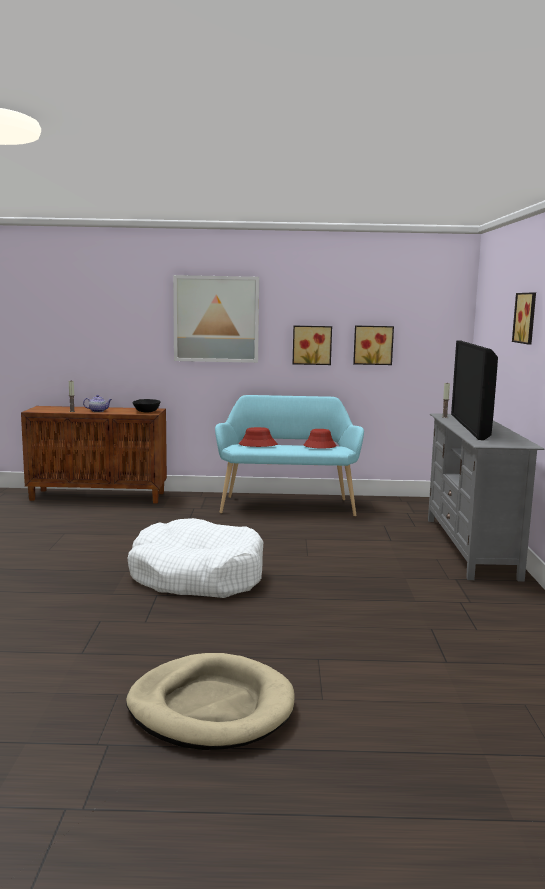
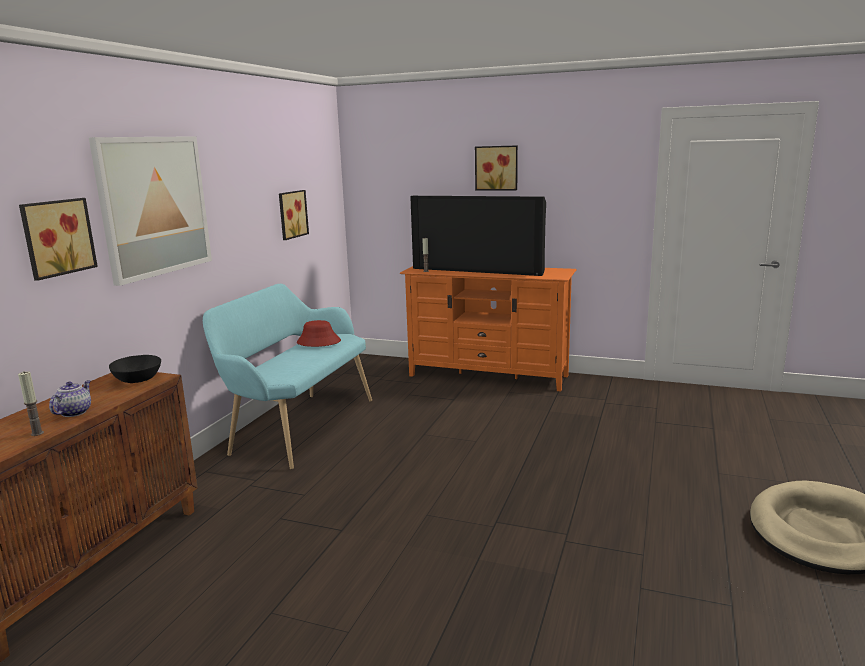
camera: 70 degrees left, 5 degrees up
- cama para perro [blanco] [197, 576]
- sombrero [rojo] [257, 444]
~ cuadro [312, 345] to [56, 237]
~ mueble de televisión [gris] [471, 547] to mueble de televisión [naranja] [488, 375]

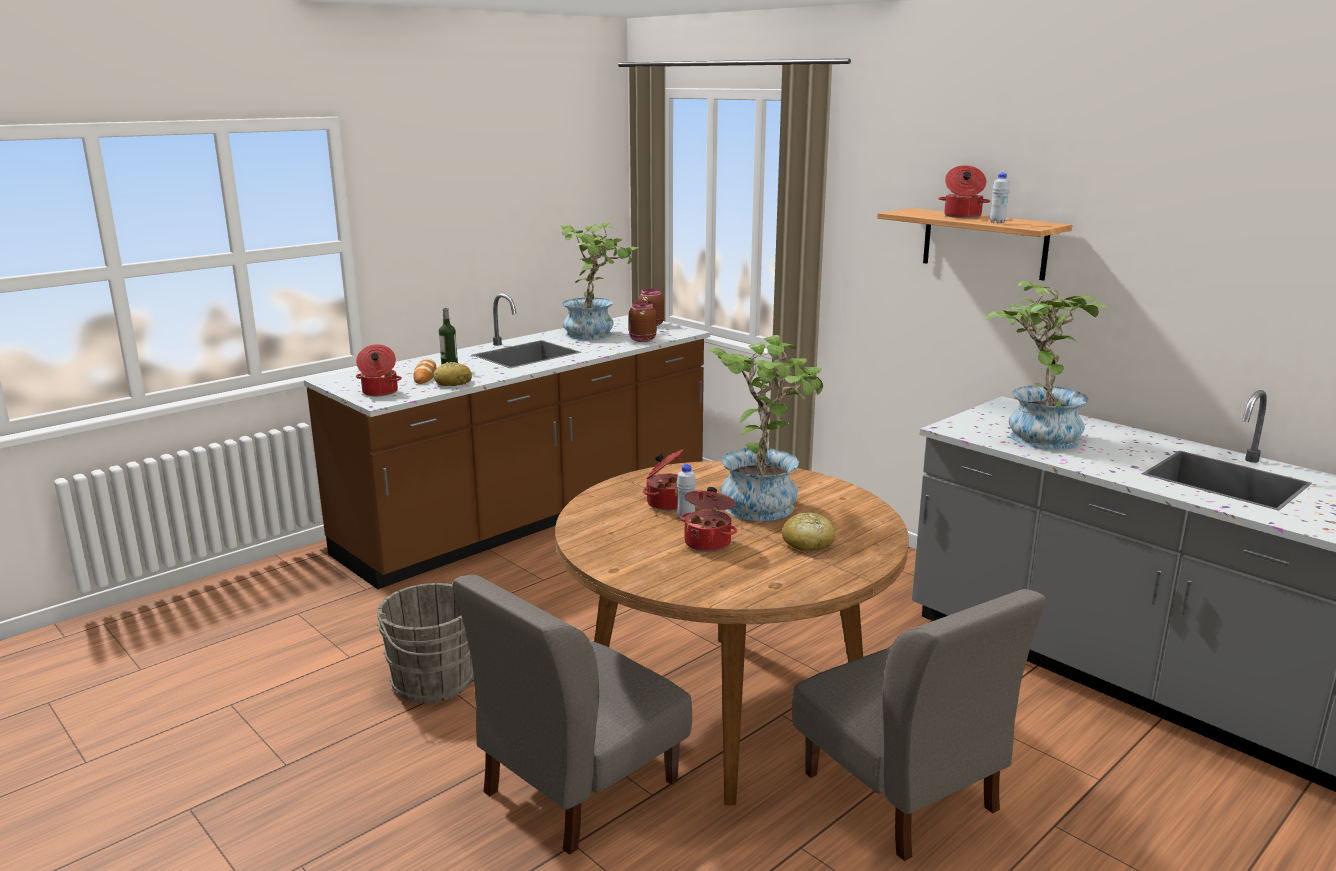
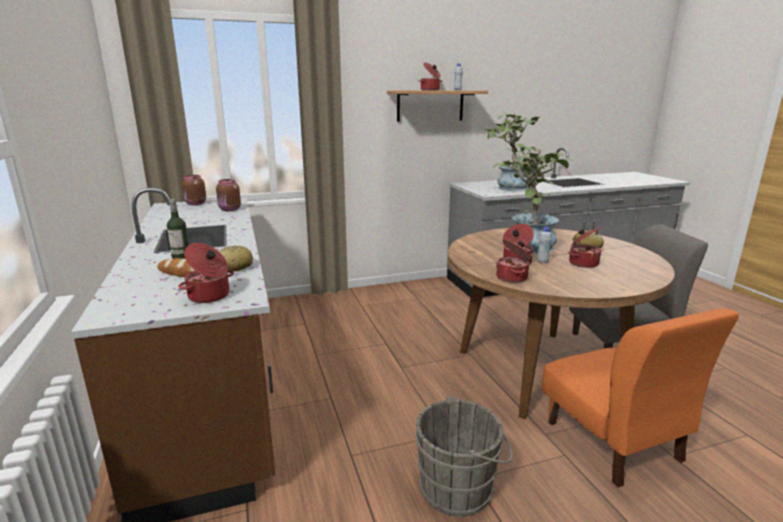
camera: 65 degrees left, 0 degrees up
- planta en maceta [596, 333]
+ olla [512, 278]
~ silla [gris] [579, 786] to silla [naranja] [613, 441]

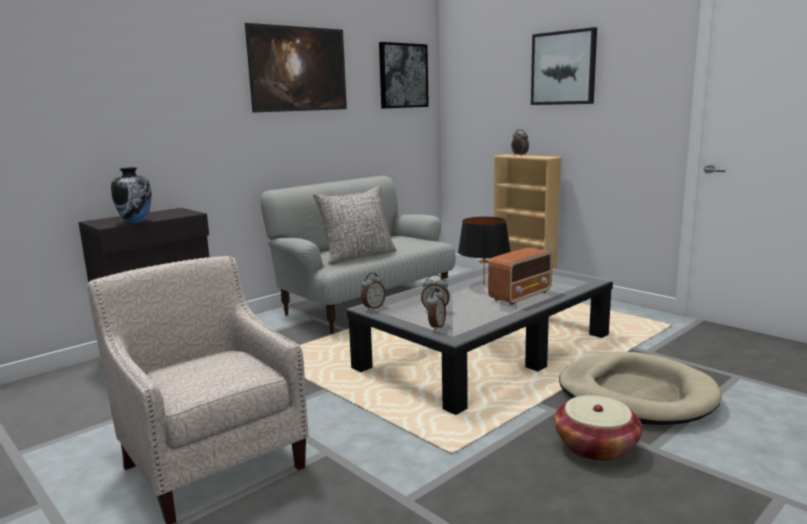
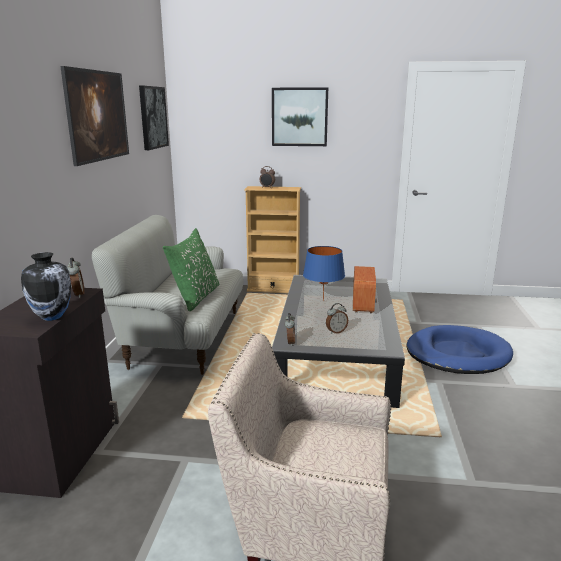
camera: 40 degrees left, 5 degrees up
- cesta [595, 447]
~ despertador [436, 326] to [77, 294]
~ cojín [gris] [358, 256] to cojín [verde] [195, 297]
~ lámpara de mesa [negro] [484, 285] to lámpara de mesa [azul] [323, 300]
~ cama para perro [beis] [636, 394] to cama para perro [azul] [457, 354]

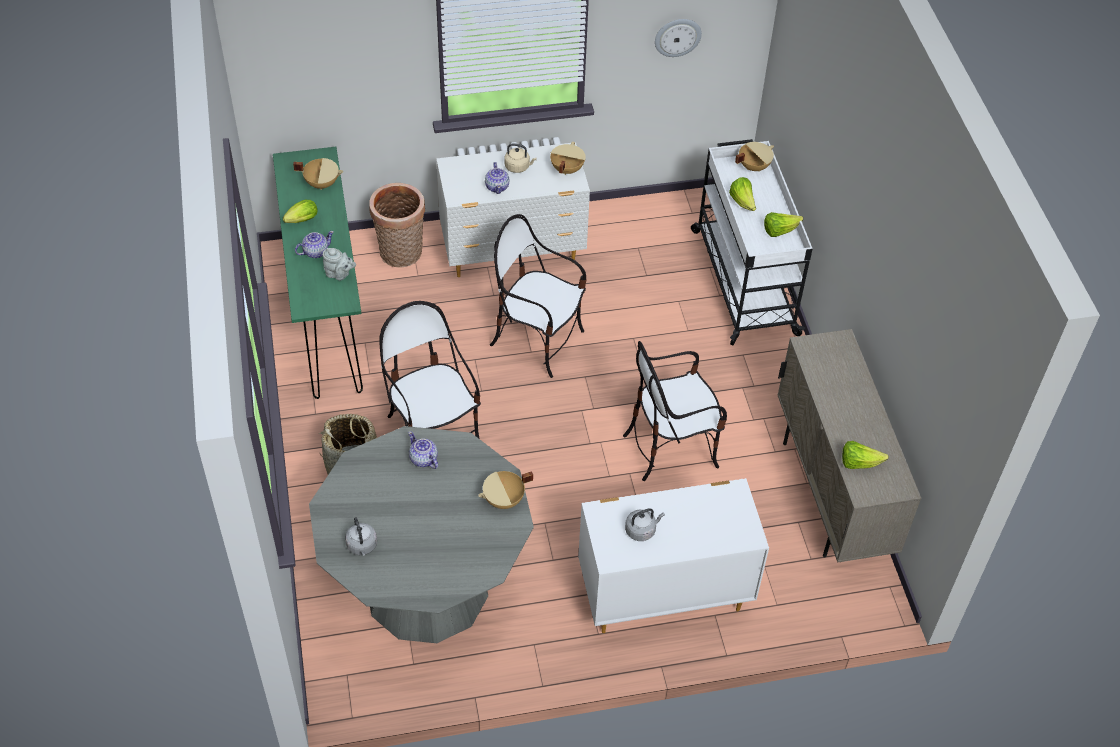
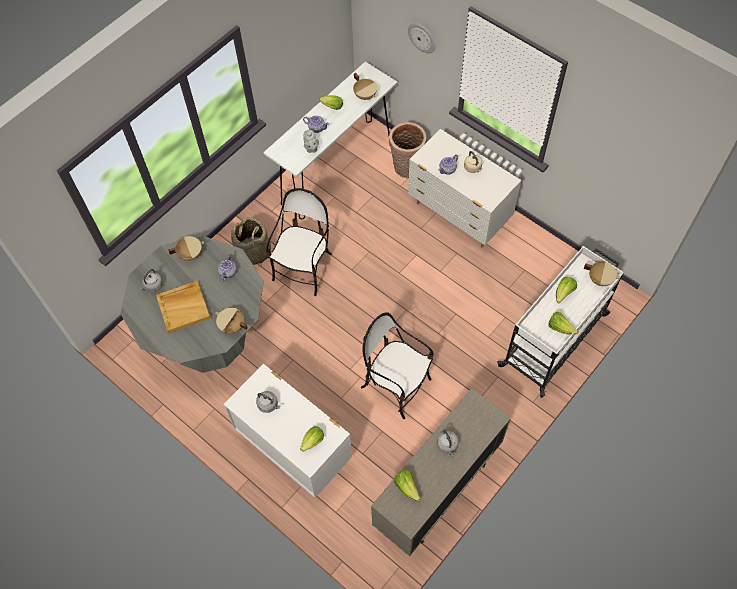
camera: 55 degrees right, 10 degrees up
- silla [537, 340]
+ bandeja [beis] [184, 307]
+ lechuga [311, 442]
+ hervidor [gris] [447, 446]
~ olla [beis] [566, 169] to [190, 254]
~ reloj de pared [677, 37] to [422, 37]
~ mesa consola [verde] [327, 315] to mesa consola [blanco] [336, 169]

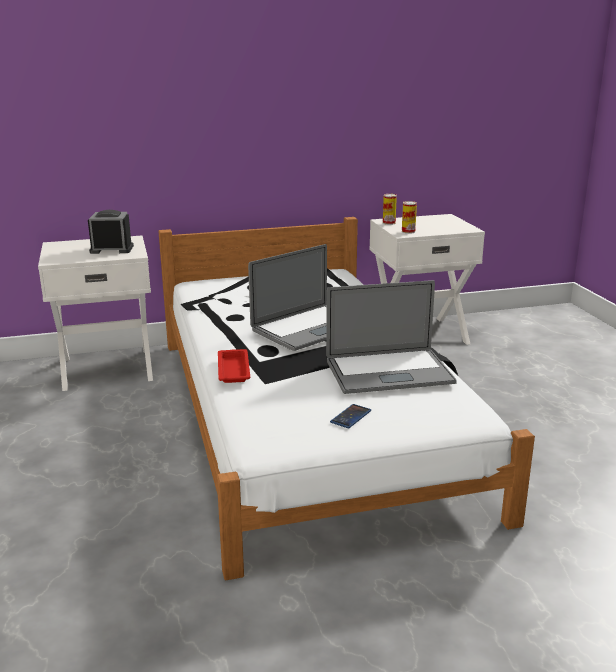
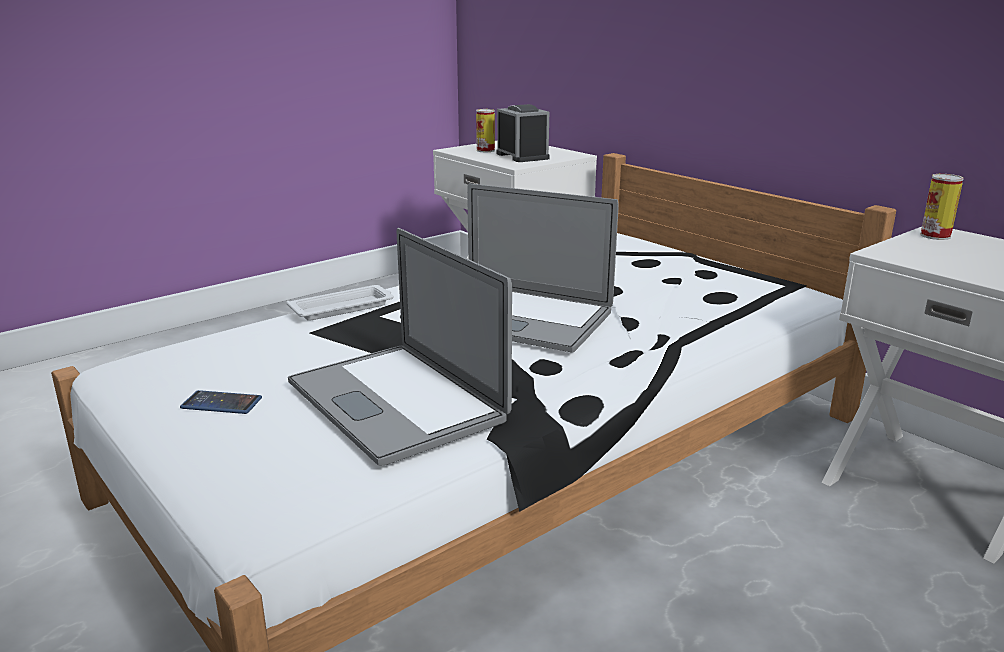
camera: 65 degrees right, 0 degrees up
~ lata [408, 231] to [485, 150]
~ bandeja [rojo] [233, 369] to bandeja [blanco] [343, 308]

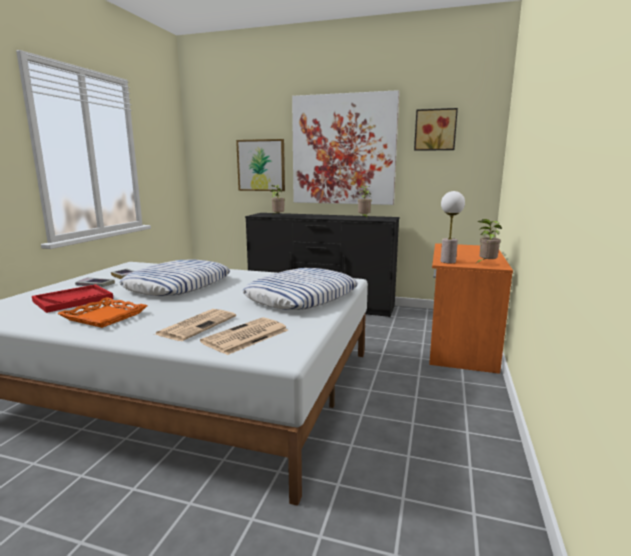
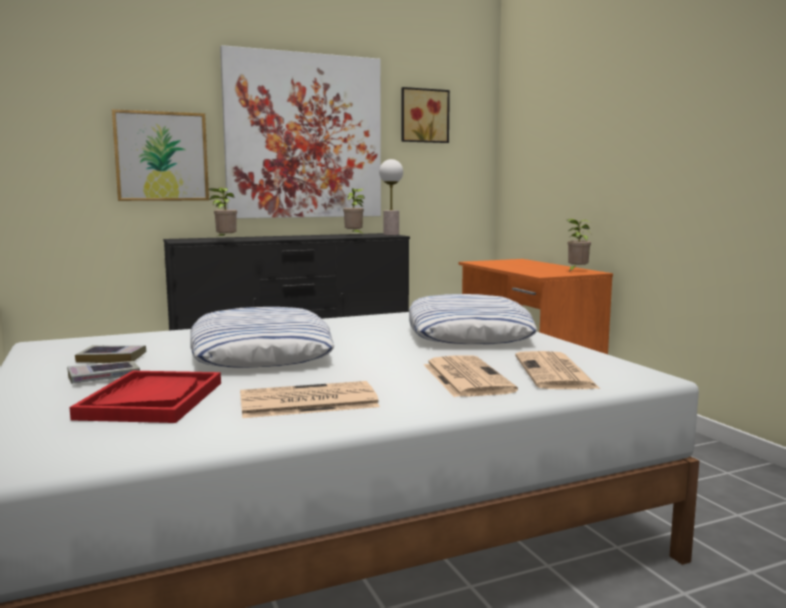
camera: 40 degrees left, 5 degrees down
~ lámpara de mesa [447, 261] to [391, 234]
~ bandeja [naranja] [104, 317] to periódico [306, 402]

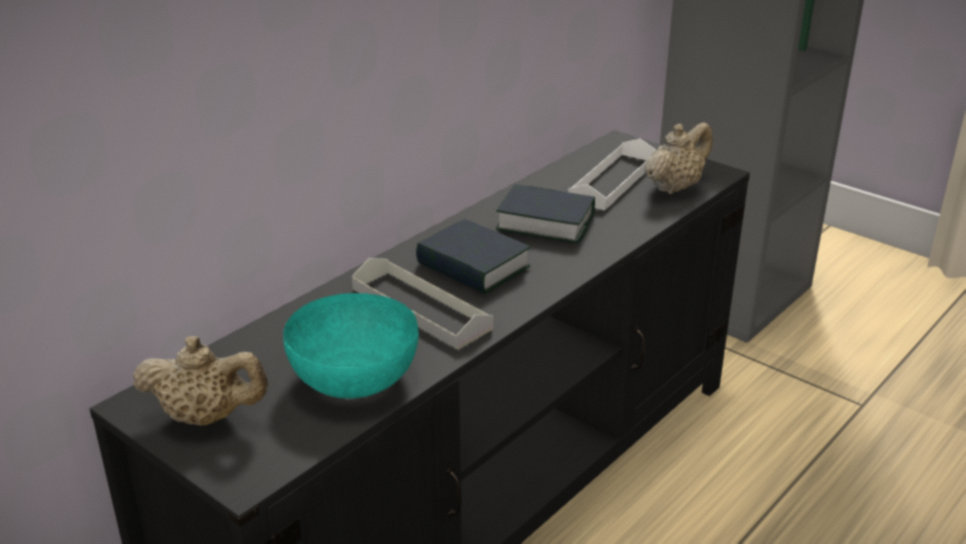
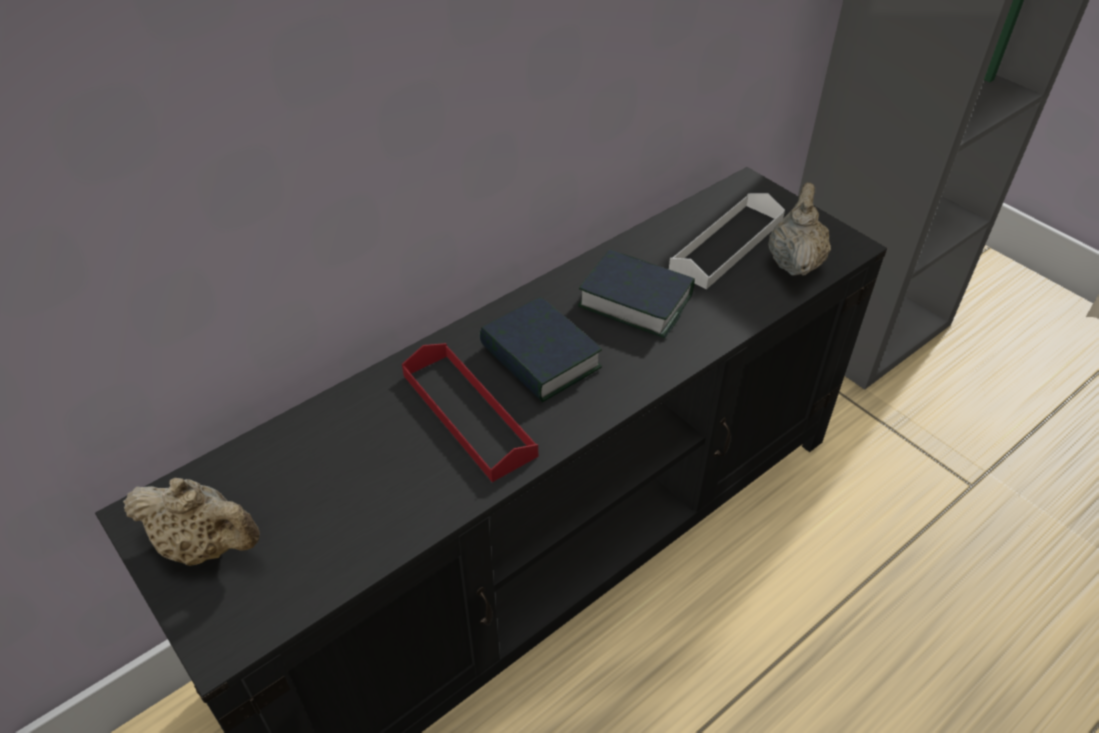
camera: 10 degrees right, 15 degrees up
- cuenco [turquesa] [355, 376]
~ bandeja [gris] [420, 308] to bandeja [rojo] [468, 414]
~ tetera [beis] [674, 187] = [794, 262] 45 degrees counterclockwise

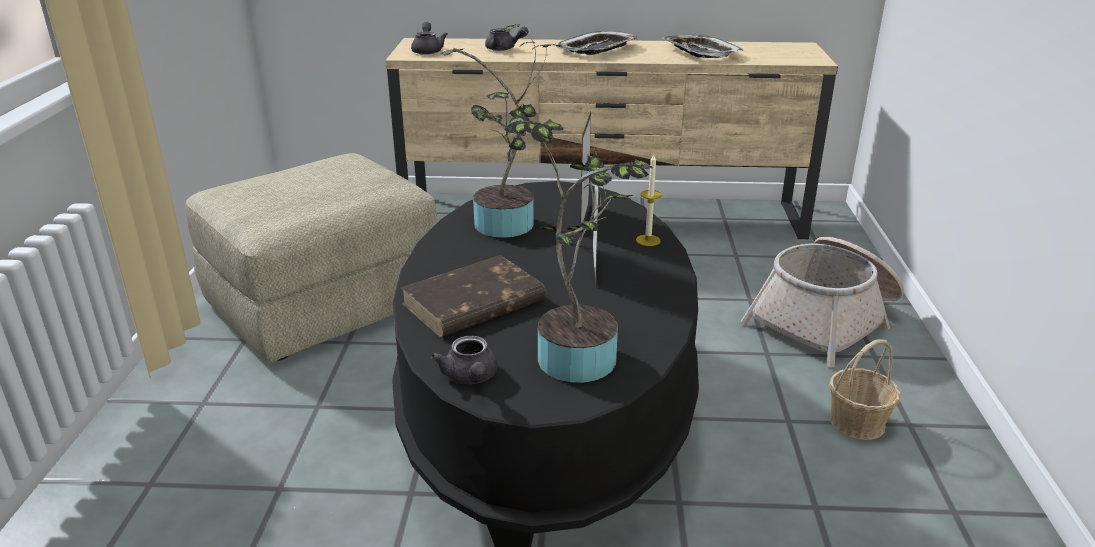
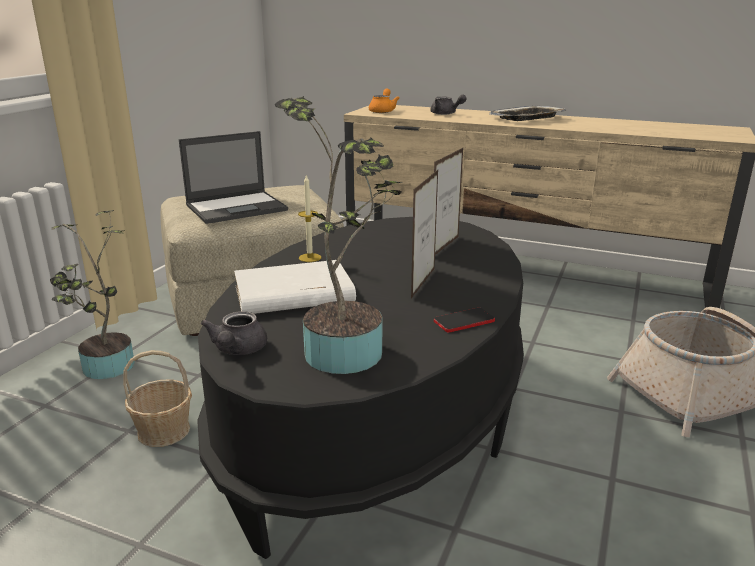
camera: 20 degrees right, 5 degrees down
- bandeja [700, 52]
+ portátil [237, 207]
+ móvil [464, 321]
~ planta en maceta [506, 227] to [106, 369]
~ vela [648, 240] to [310, 257]
~ cesta [857, 422] to [164, 431]
~ libro [marrón] [473, 303] to libro [blanco] [292, 295]
~ tetera [gris] [428, 50] to tetera [naranja] [383, 111]

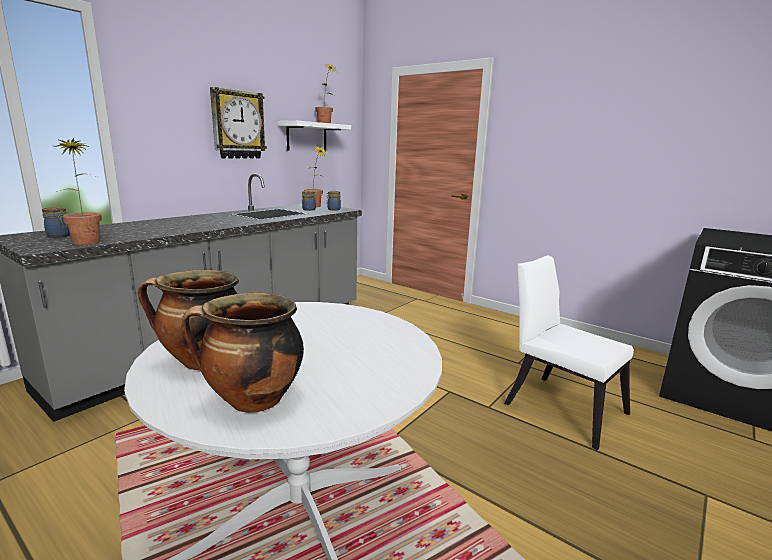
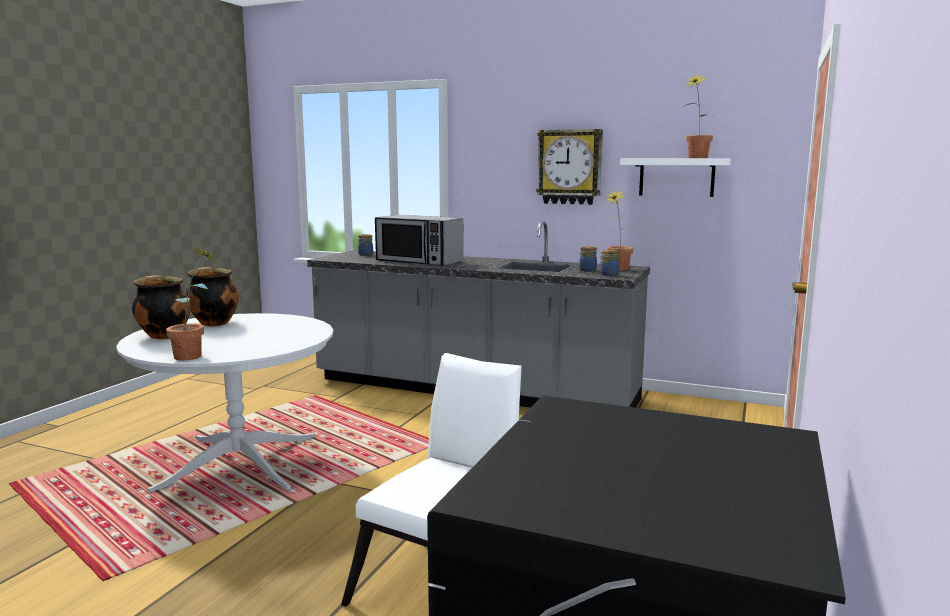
camera: 75 degrees right, 5 degrees down
+ microondas [419, 261]
~ planta en maceta [87, 240] to [196, 355]

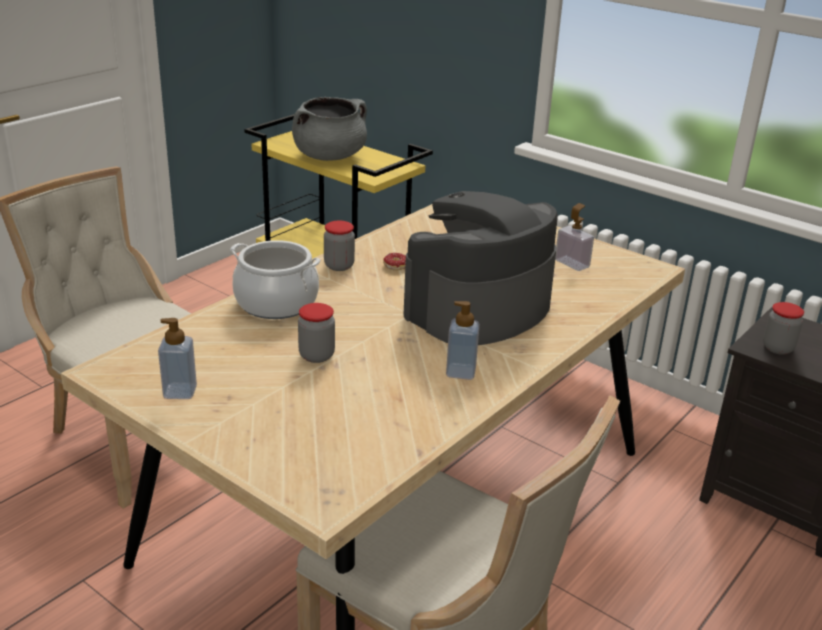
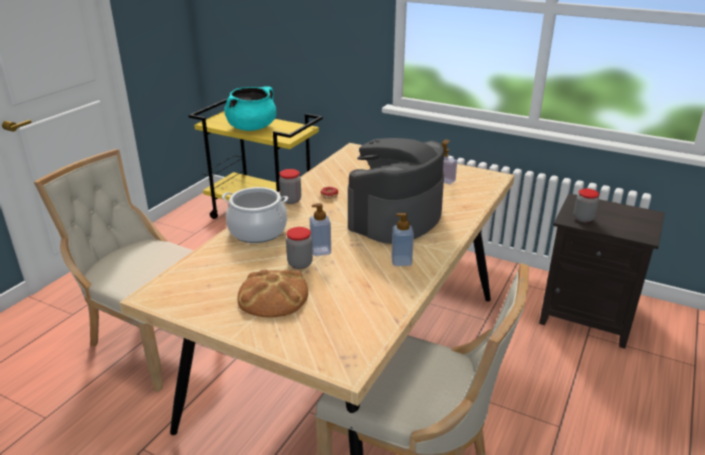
camera: 10 degrees left, 0 degrees up
+ pan [273, 296]
~ dispensador de jabón [180, 391] to [320, 251]
~ olla [gris] [329, 156] to olla [turquesa] [252, 128]

